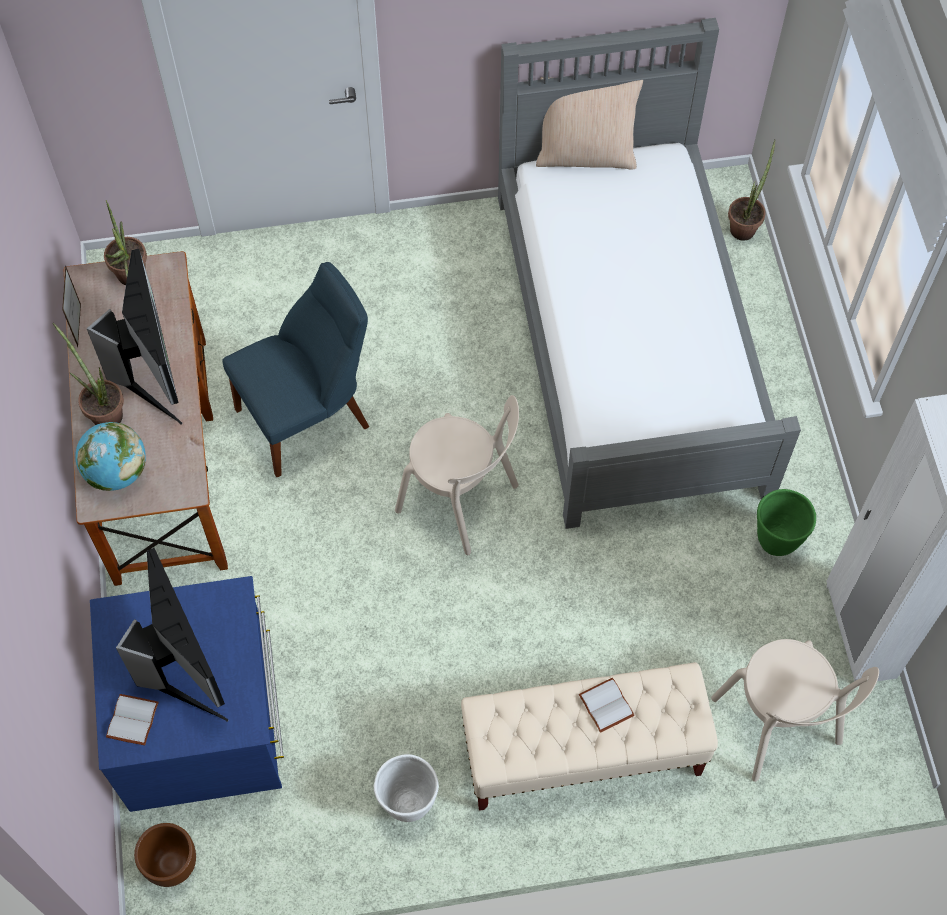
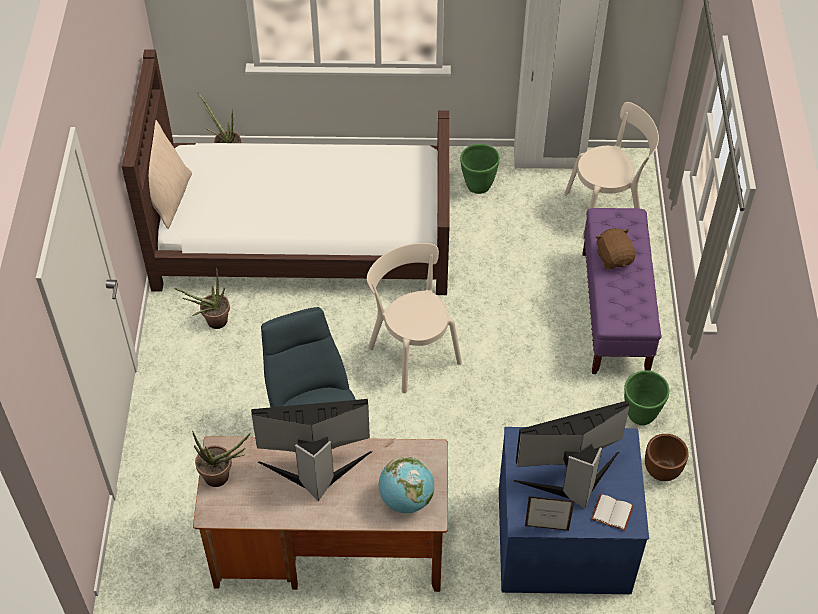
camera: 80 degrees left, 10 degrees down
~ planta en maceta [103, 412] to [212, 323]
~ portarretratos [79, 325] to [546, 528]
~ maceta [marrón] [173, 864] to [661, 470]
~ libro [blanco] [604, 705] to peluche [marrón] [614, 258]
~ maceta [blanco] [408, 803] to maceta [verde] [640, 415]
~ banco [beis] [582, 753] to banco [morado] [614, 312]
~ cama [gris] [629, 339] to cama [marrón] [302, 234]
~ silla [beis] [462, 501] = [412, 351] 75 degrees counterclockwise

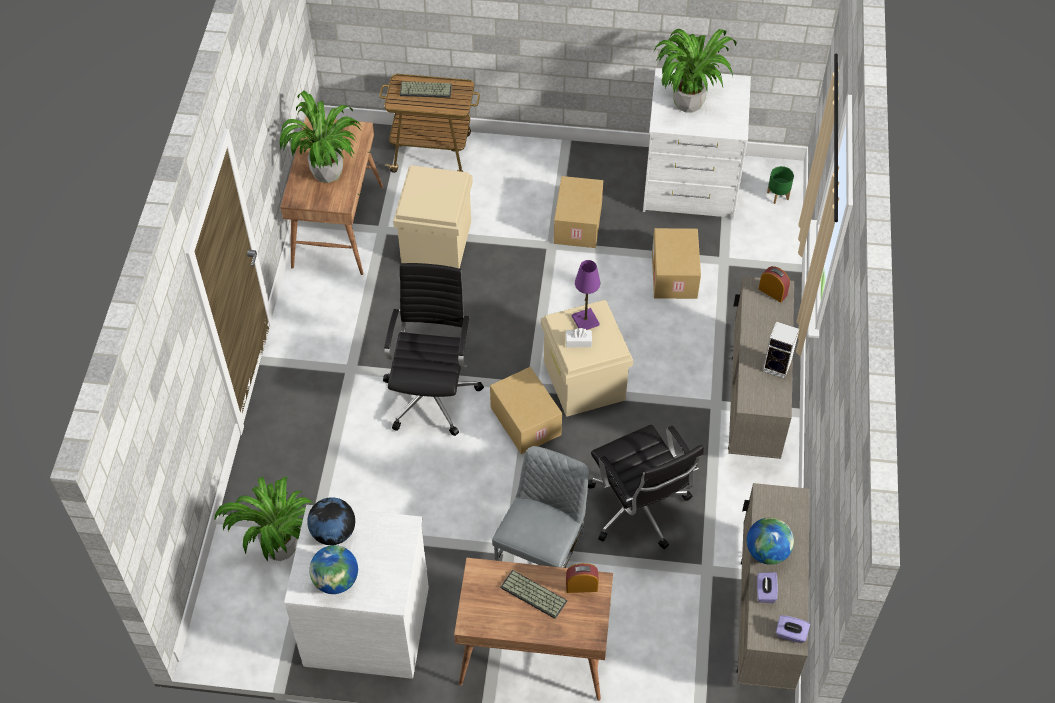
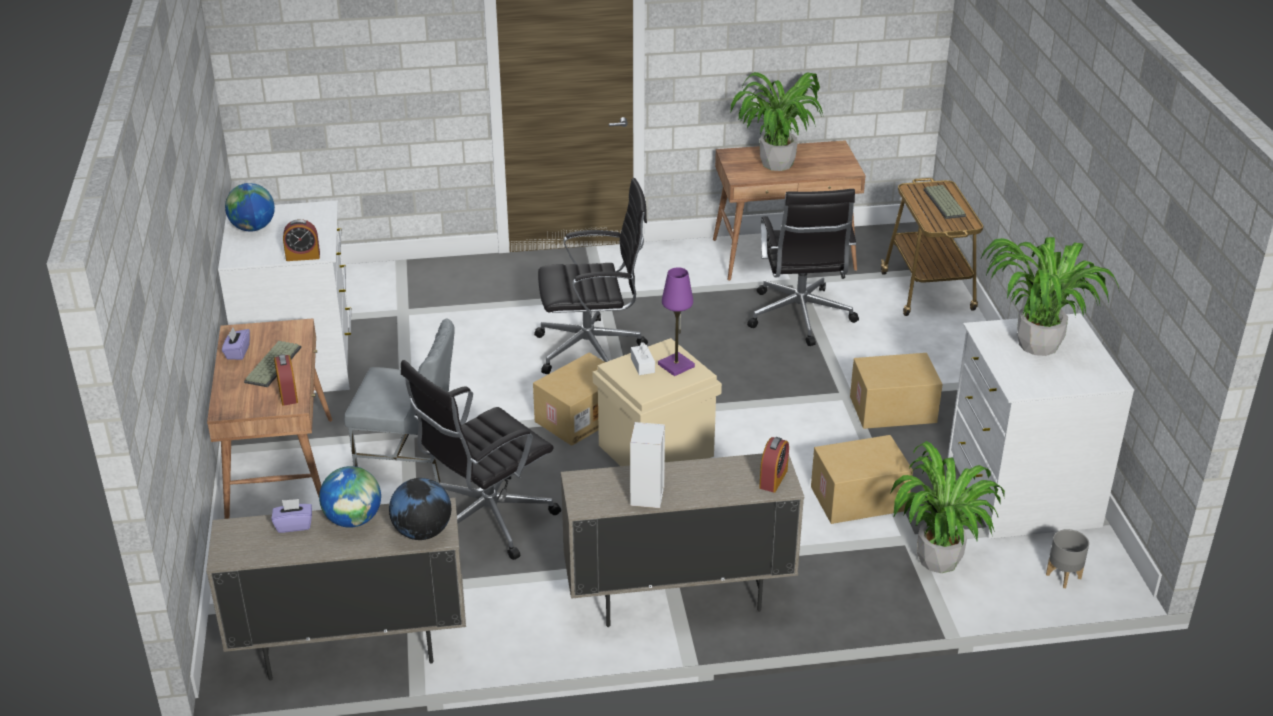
camera: 75 degrees right, 20 degrees down
+ despertador [303, 256]
~ planta en maceta [281, 547] to [939, 560]
~ globo terráqueo [333, 532] to [422, 532]
~ caja de pañuelos [morado] [790, 634] to [237, 352]
~ caja de almacenaje [beis] [436, 243] to silla de oficina [negro] [800, 317]
~ maceta [verde] [778, 195] to maceta [gris] [1064, 576]

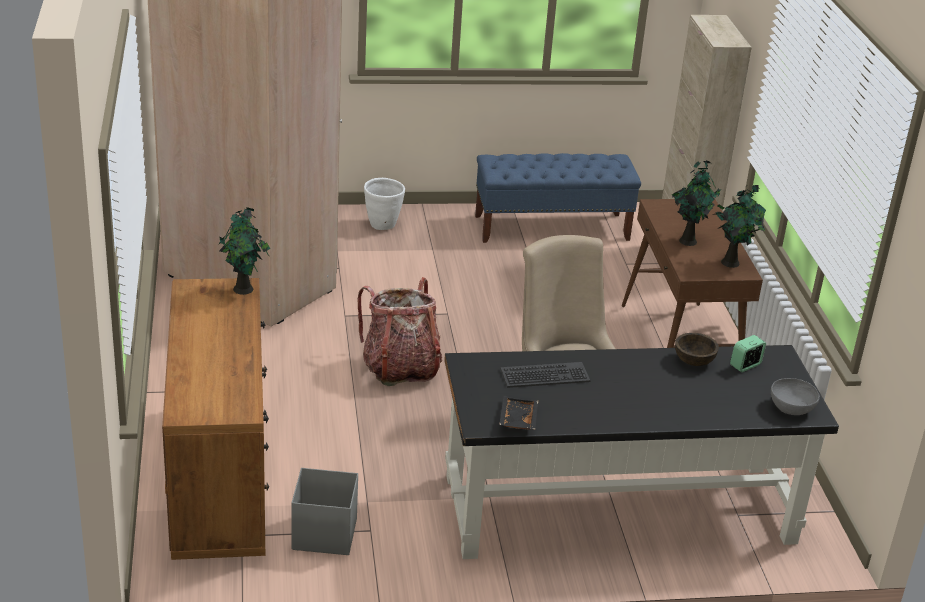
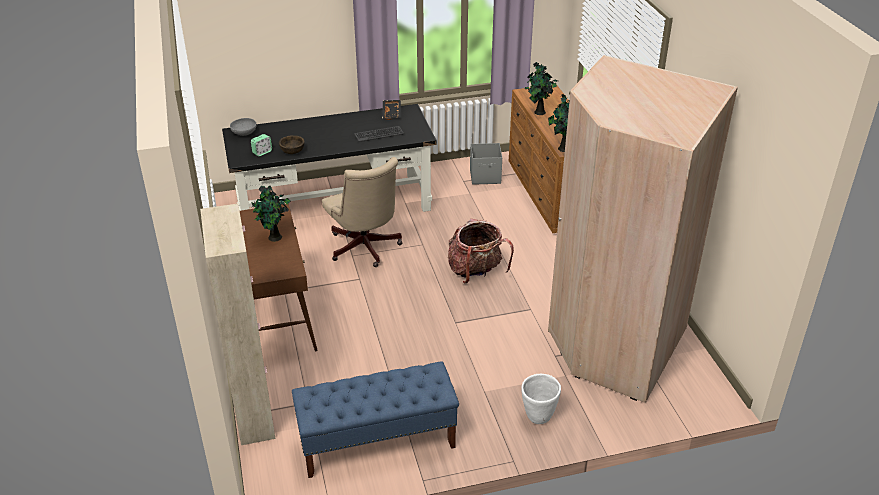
camera: 175 degrees right, 5 degrees up
~ planta en maceta [731, 262] to [539, 112]

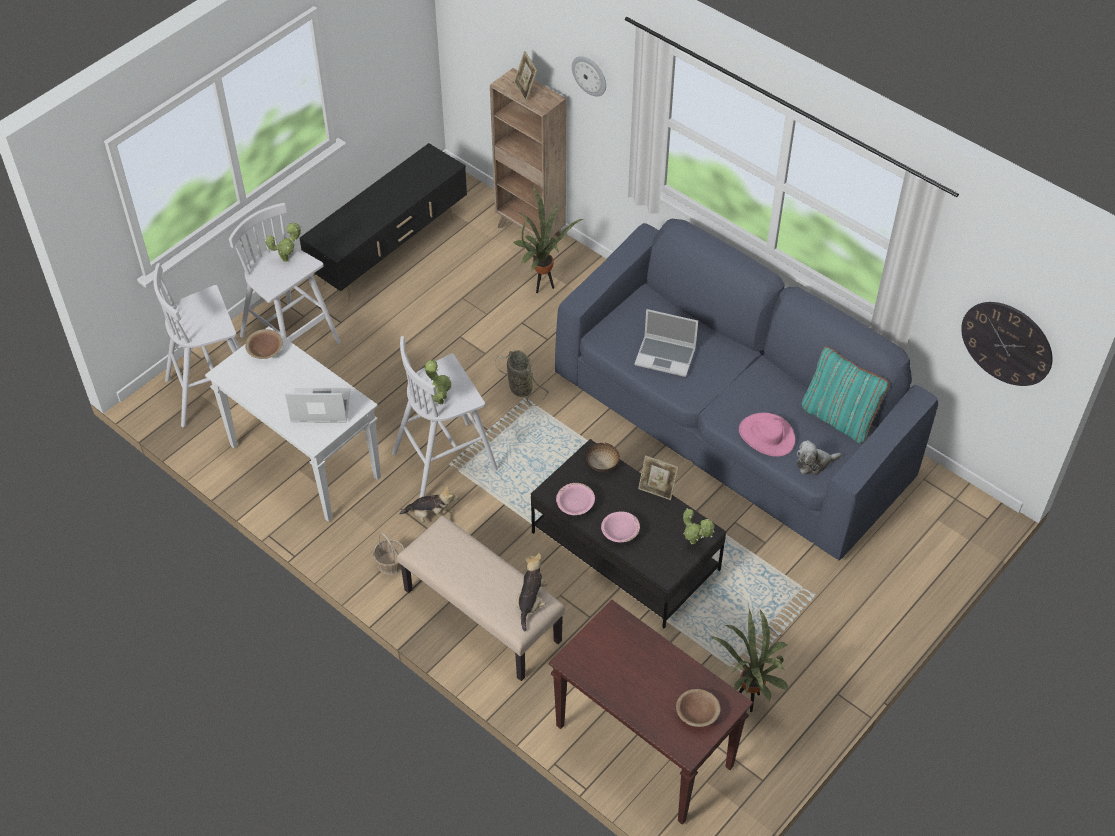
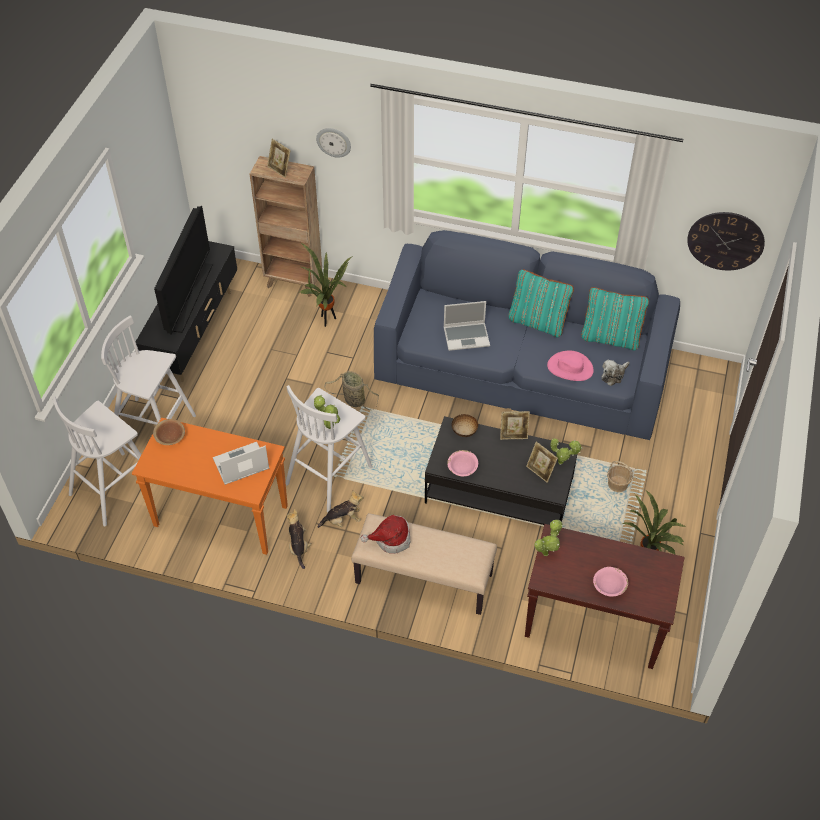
camera: 25 degrees left, 0 degrees up
- cuenco [marrón] [697, 713]
+ televisor [189, 297]
+ sombrero [390, 539]
+ cojín [turquesa] [538, 322]
+ portarretratos [540, 471]
~ planta en maceta [288, 259] to [546, 552]
~ cesta [390, 564] to [617, 484]
~ peluche [531, 601] to [298, 546]
~ cuenco [rosa] [620, 533] to [609, 586]
~ mesa consola [blanco] [303, 462] to mesa consola [naranja] [219, 516]

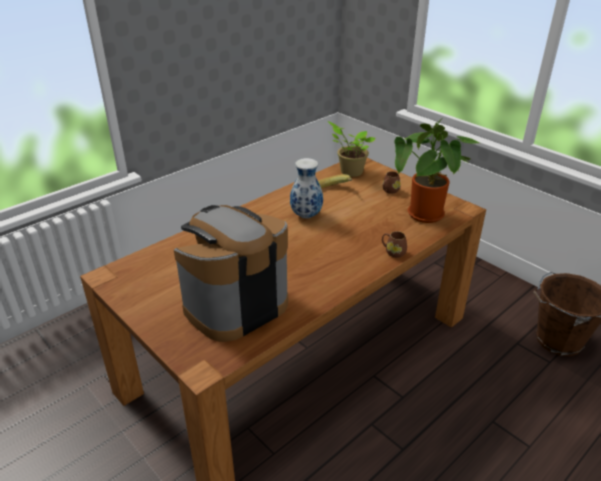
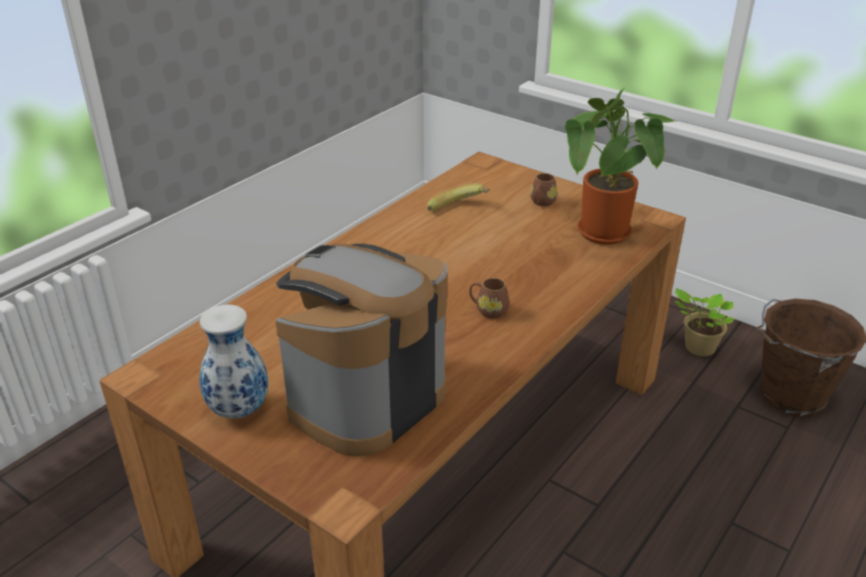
camera: 10 degrees left, 0 degrees up
~ florero [306, 215] to [240, 410]
~ planta en maceta [349, 172] to [697, 347]
~ taza grande [marrón] [393, 252] to [488, 310]

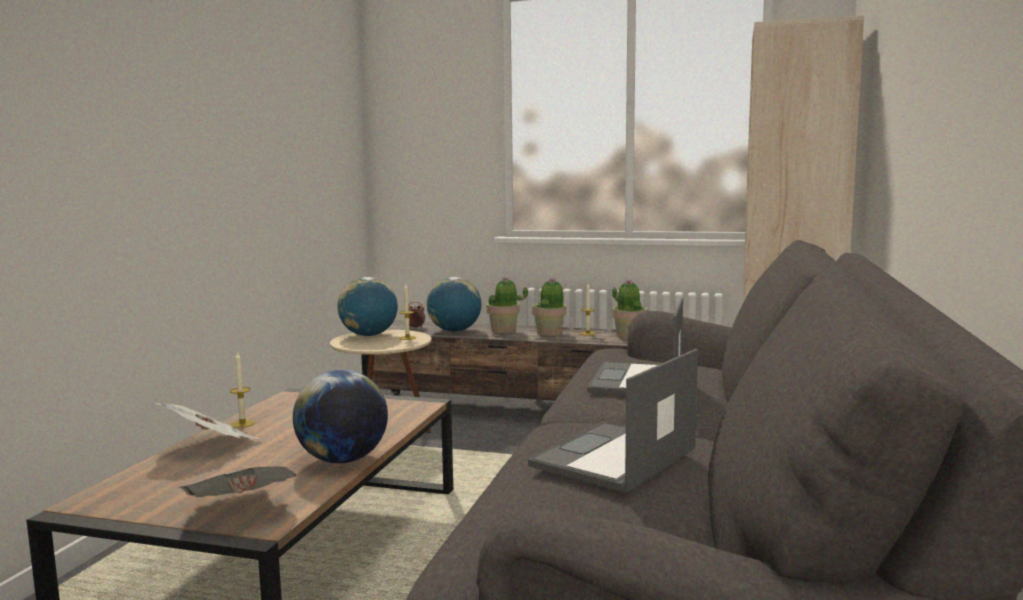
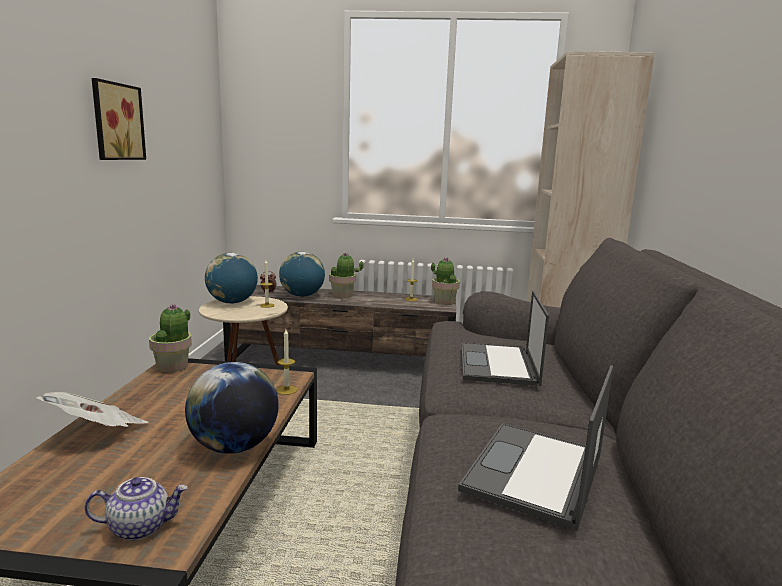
camera: 10 degrees left, 5 degrees up
+ cuadro [115, 121]
~ vela [242, 424] to [286, 390]
~ planta en maceta [549, 333] to [173, 367]
~ periódico [242, 511] to tetera [140, 526]

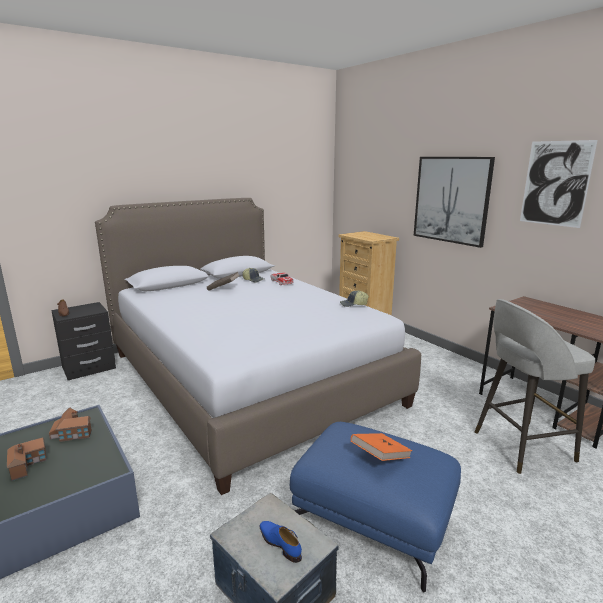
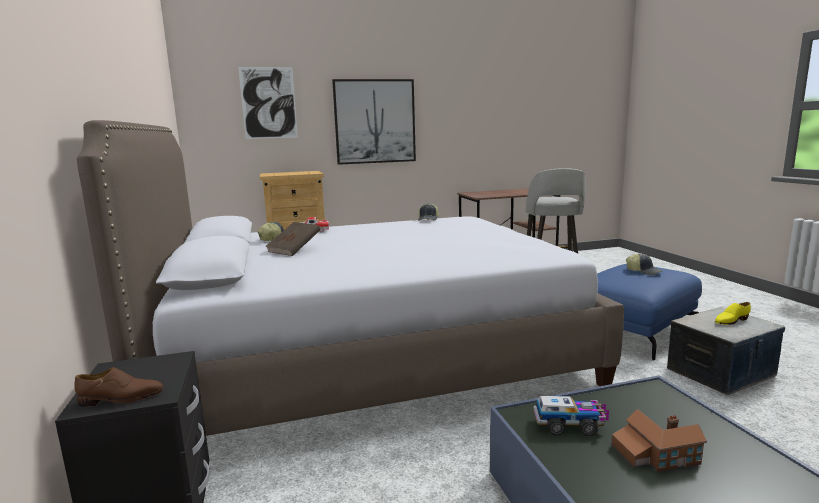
camera: 70 degrees left, 5 degrees down
~ cuadro [555, 183] to [268, 103]
~ casita [71, 432] to camión de juguete [570, 425]
~ libro [naranja] [380, 457] to gorra [644, 271]
~ zapato [azul] [280, 543] to zapato [amarillo] [731, 321]

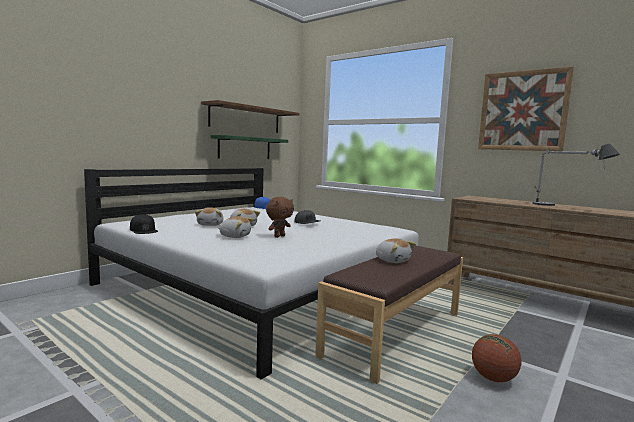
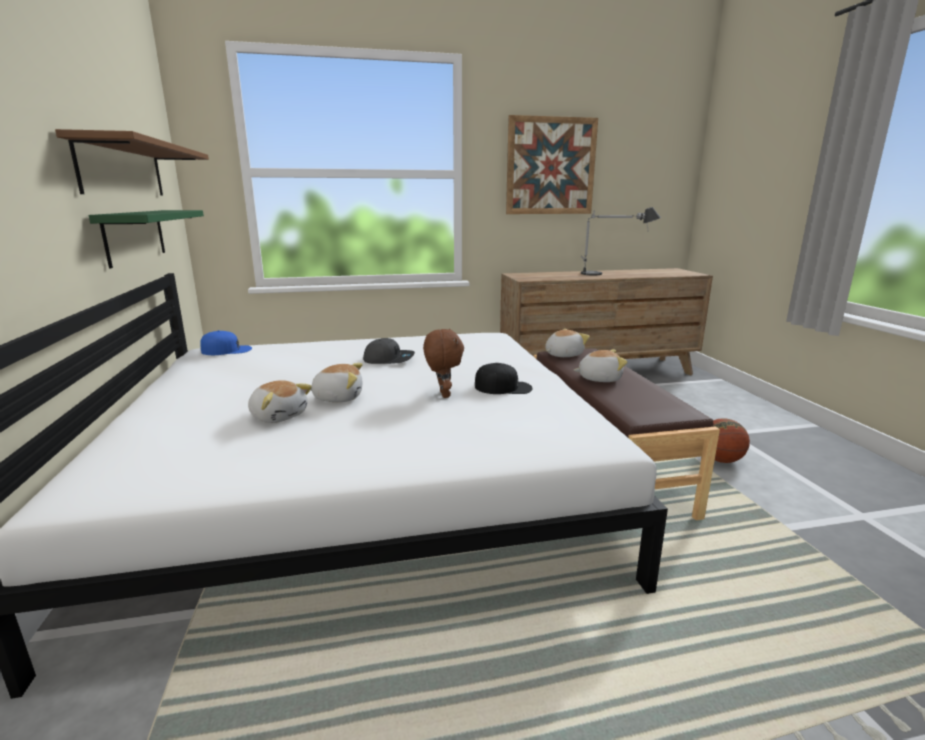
camera: 50 degrees left, 10 degrees up
~ gorra [negro] [144, 230] to [503, 387]
~ peluche [235, 236] to [563, 355]

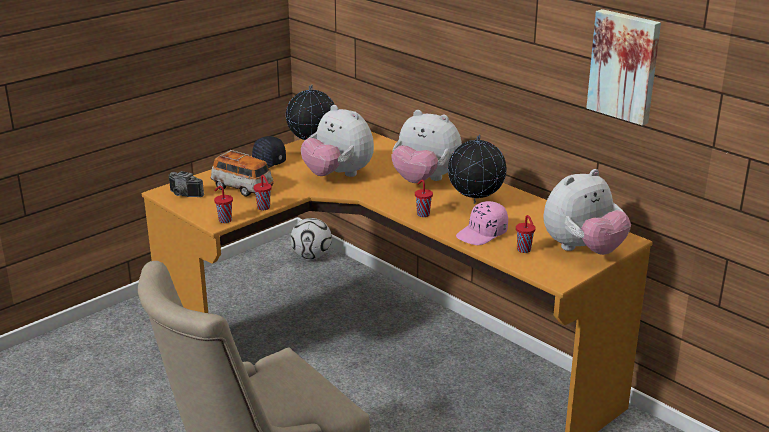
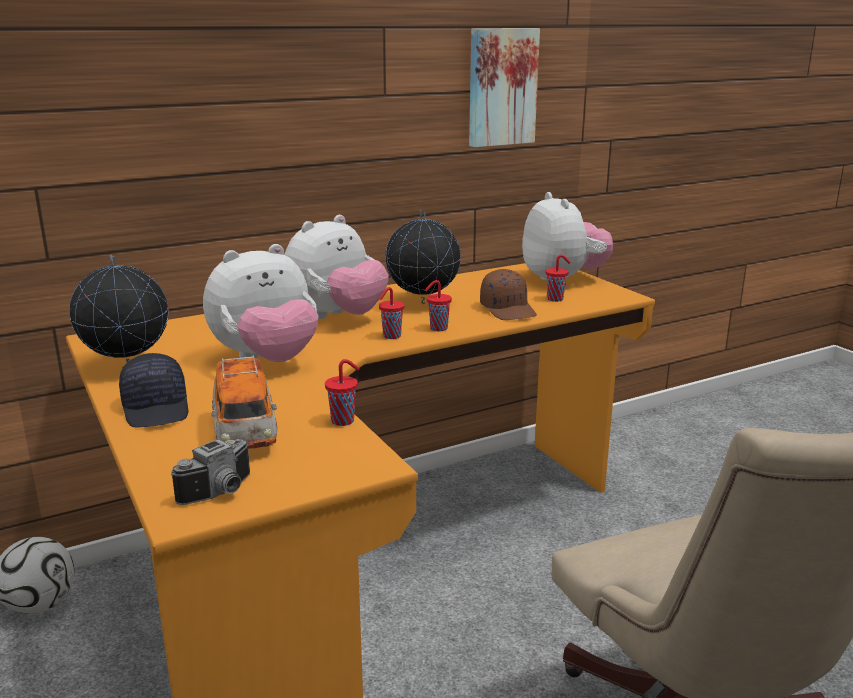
camera: 75 degrees left, 5 degrees down
~ taza [rojo] [224, 220] to [391, 336]
~ gorra [rosa] [482, 234] to gorra [marrón] [508, 310]
~ coche de juguete [242, 188] = [245, 433] 120 degrees clockwise

